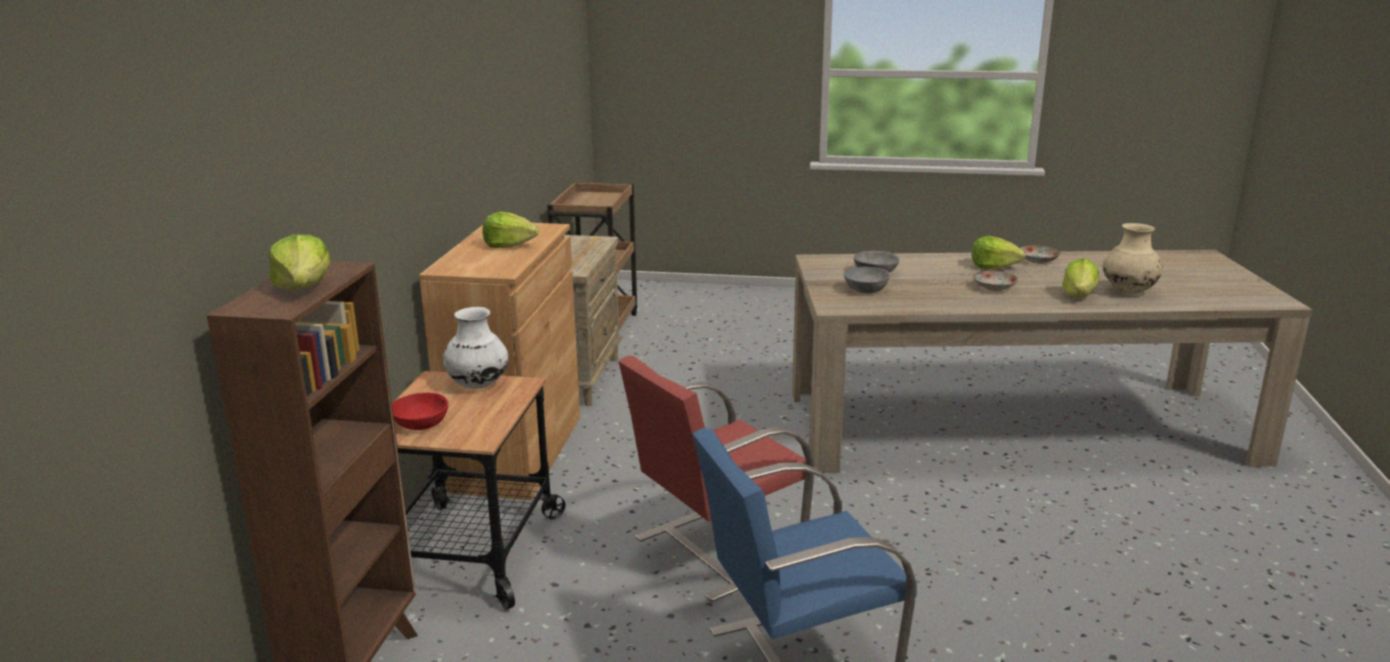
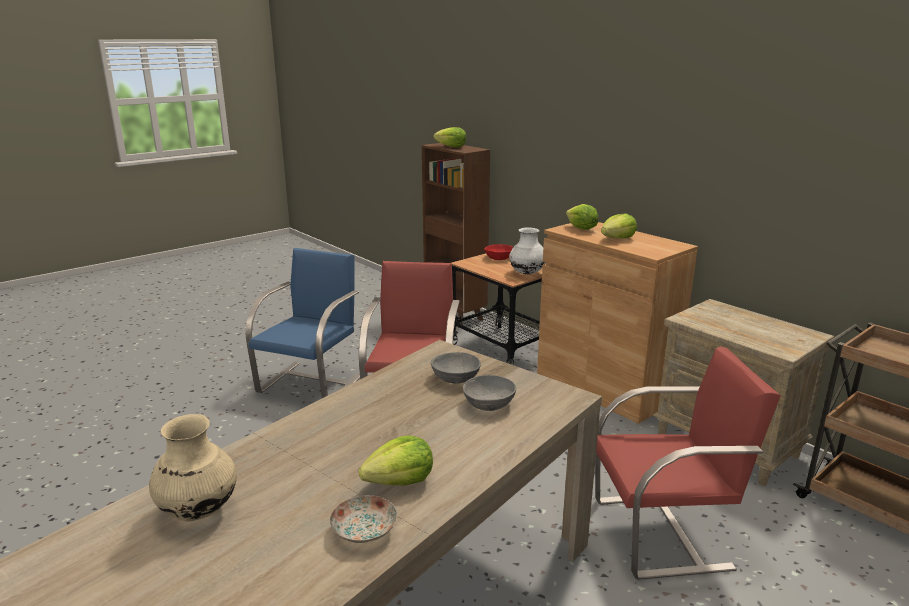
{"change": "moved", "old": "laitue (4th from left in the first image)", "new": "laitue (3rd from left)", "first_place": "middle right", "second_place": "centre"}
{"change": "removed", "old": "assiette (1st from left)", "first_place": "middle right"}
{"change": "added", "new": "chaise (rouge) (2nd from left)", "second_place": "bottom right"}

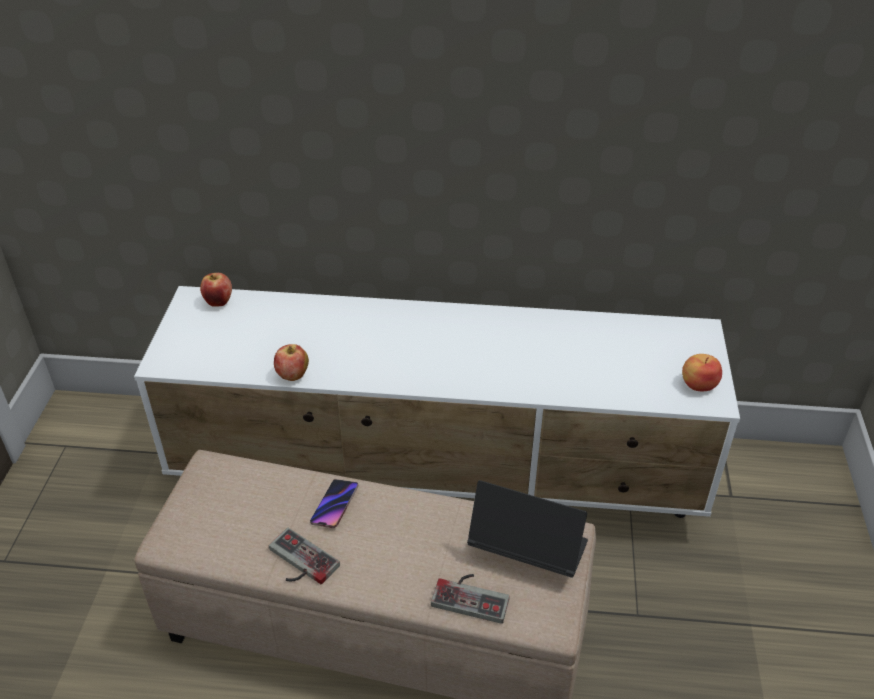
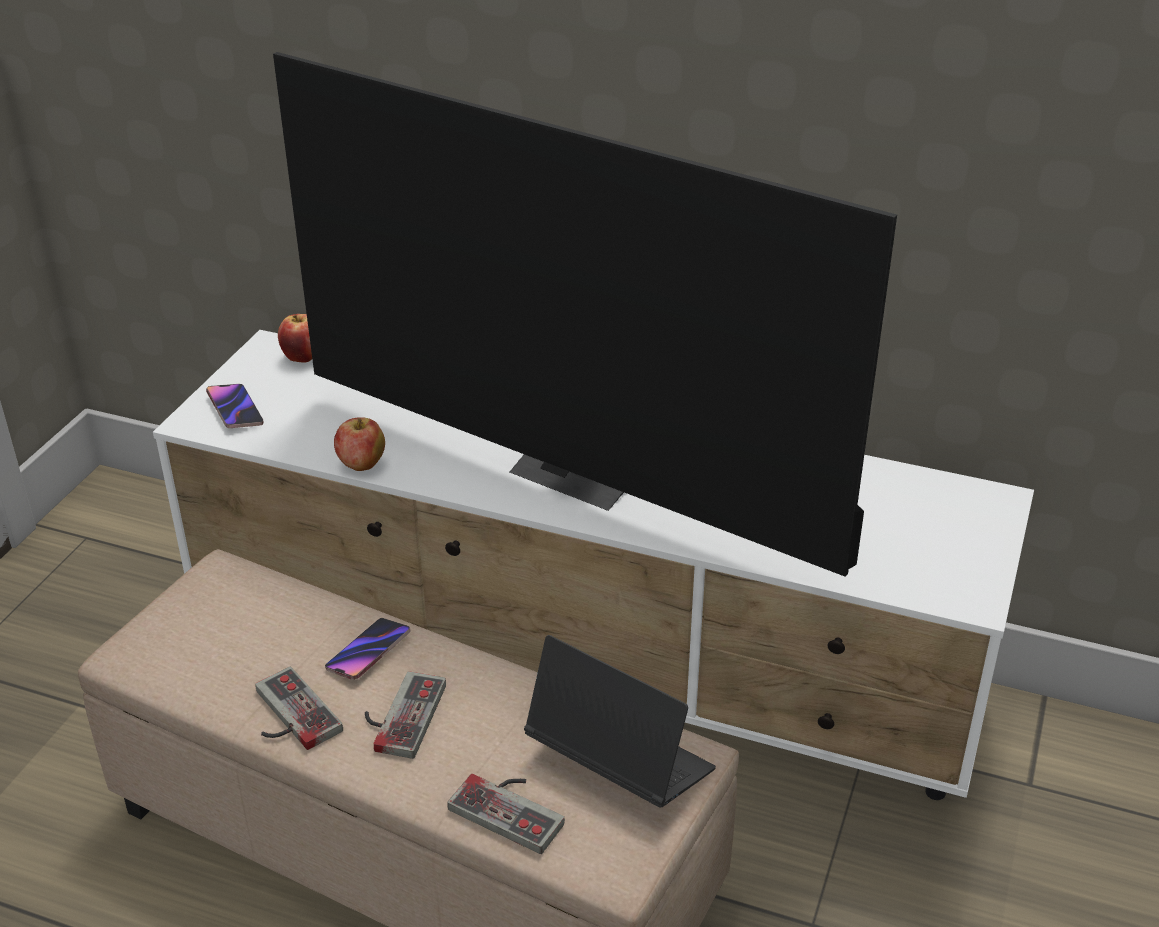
{"change": "removed", "old": "pomme (3rd from left)", "first_place": "middle right"}
{"change": "added", "new": "téléviseur", "second_place": "centre"}
{"change": "added", "new": "téléphone (1st from left)", "second_place": "middle left"}
{"change": "added", "new": "manette (2nd from left)", "second_place": "bottom centre"}

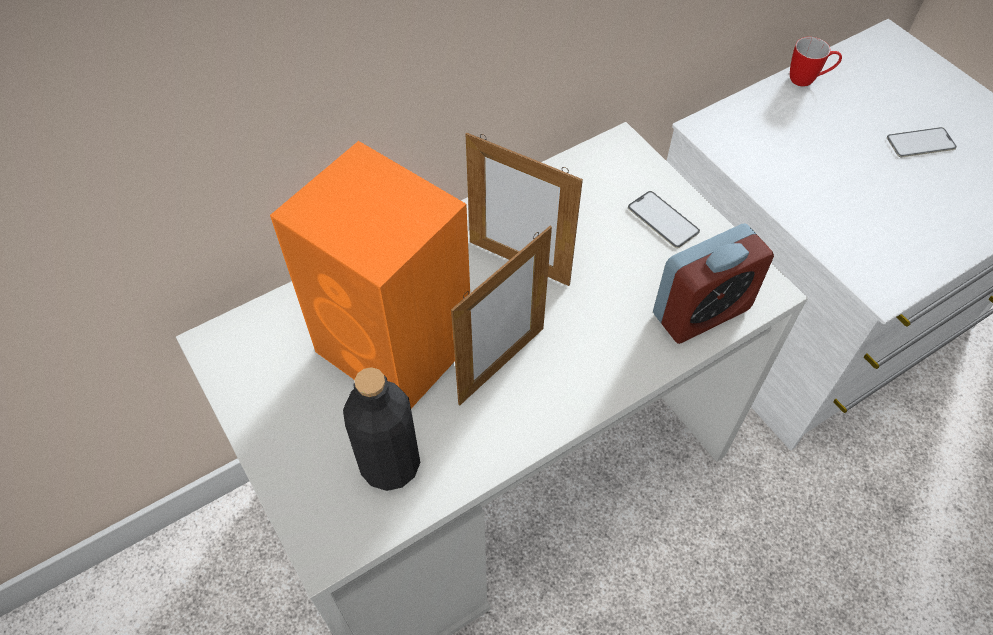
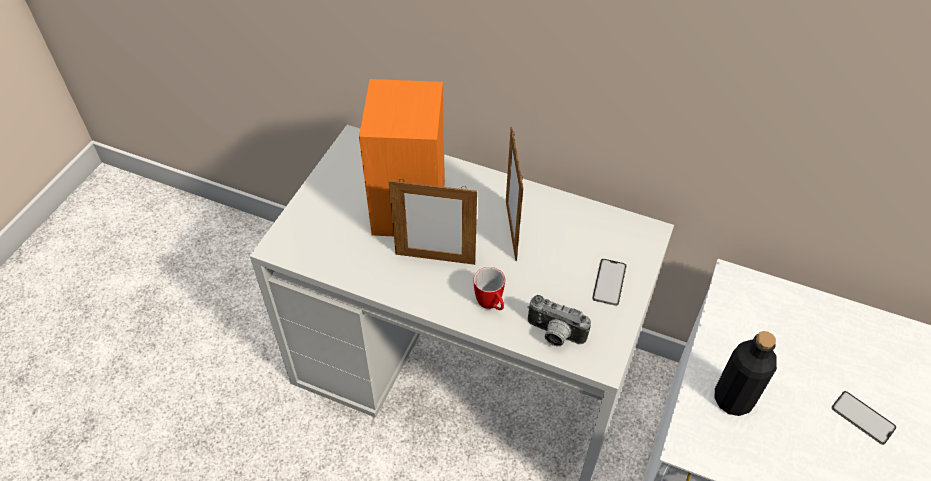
{"change": "moved", "old": "mug", "first_place": "top right", "second_place": "centre"}
{"change": "replaced", "old": "réveil", "new": "appareil photo", "first_place": "middle right", "second_place": "bottom centre"}
{"change": "moved", "old": "bouteille (noir)", "first_place": "bottom centre", "second_place": "bottom right"}

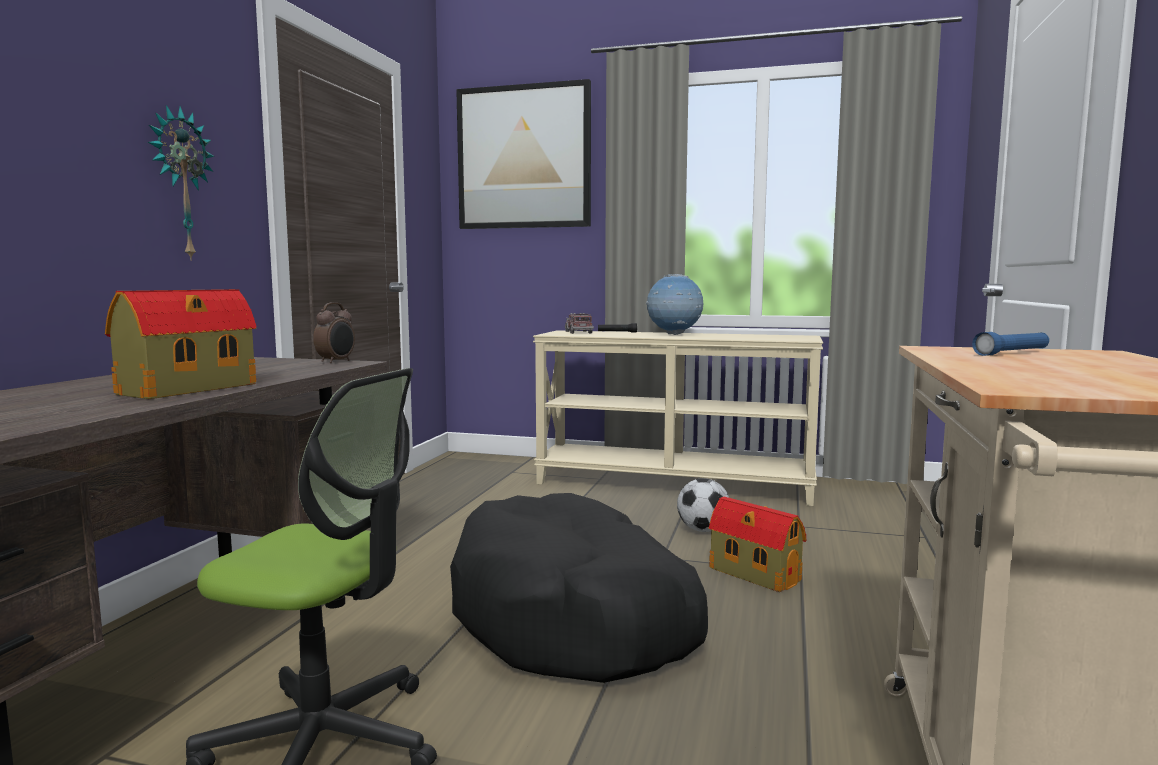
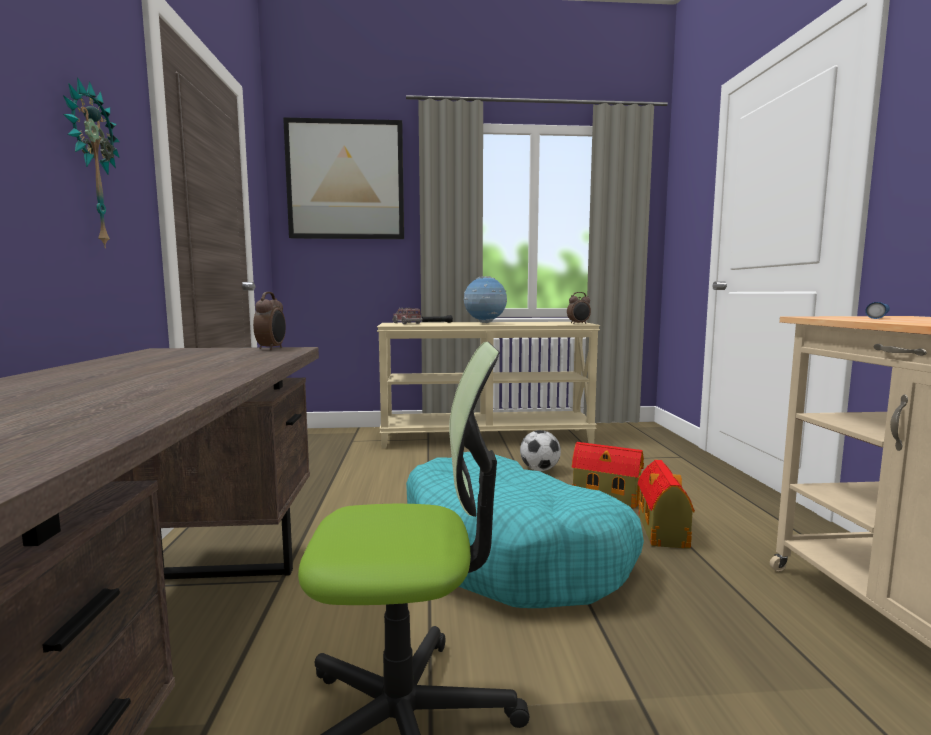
{"change": "moved", "old": "maison miniature (1st from left in the first image)", "new": "maison miniature (2nd from left)", "first_place": "middle left", "second_place": "bottom right"}
{"change": "recoloured", "old": "panier pour chien (noir)", "new": "panier pour chien (turquoise)", "first_place": "bottom centre", "second_place": "bottom centre"}
{"change": "added", "new": "réveil (2nd from left)", "second_place": "centre"}

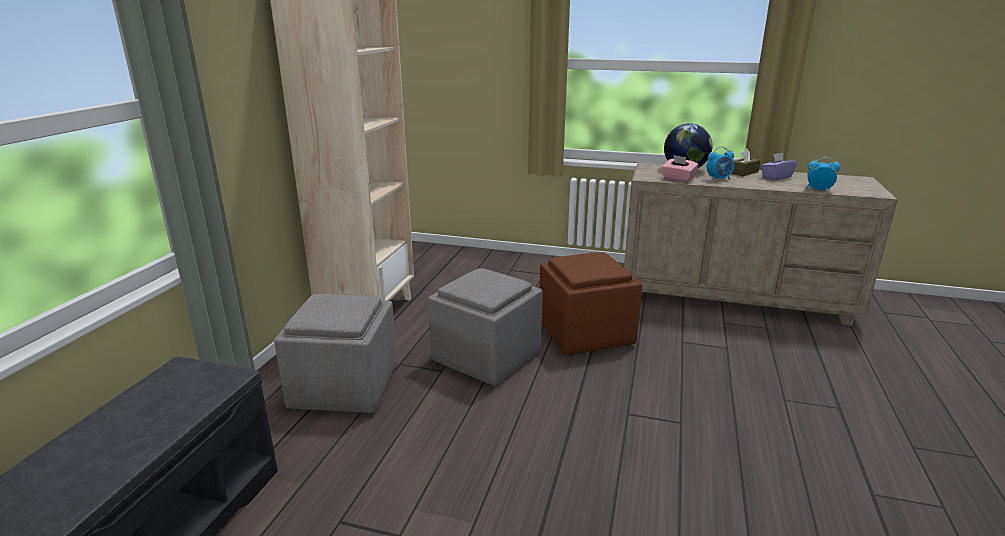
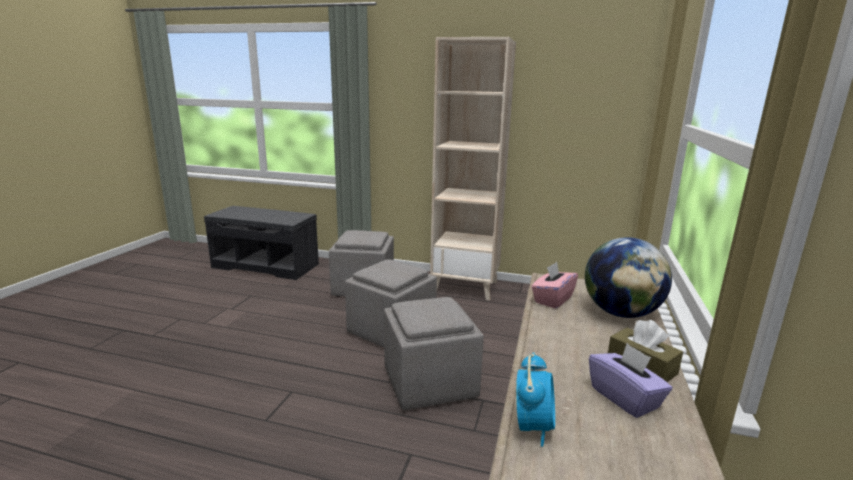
{"change": "removed", "old": "réveil (1st from left)", "first_place": "top right"}
{"change": "recoloured", "old": "pouf (marron)", "new": "pouf (gris) (3rd from left)", "first_place": "centre", "second_place": "bottom centre"}

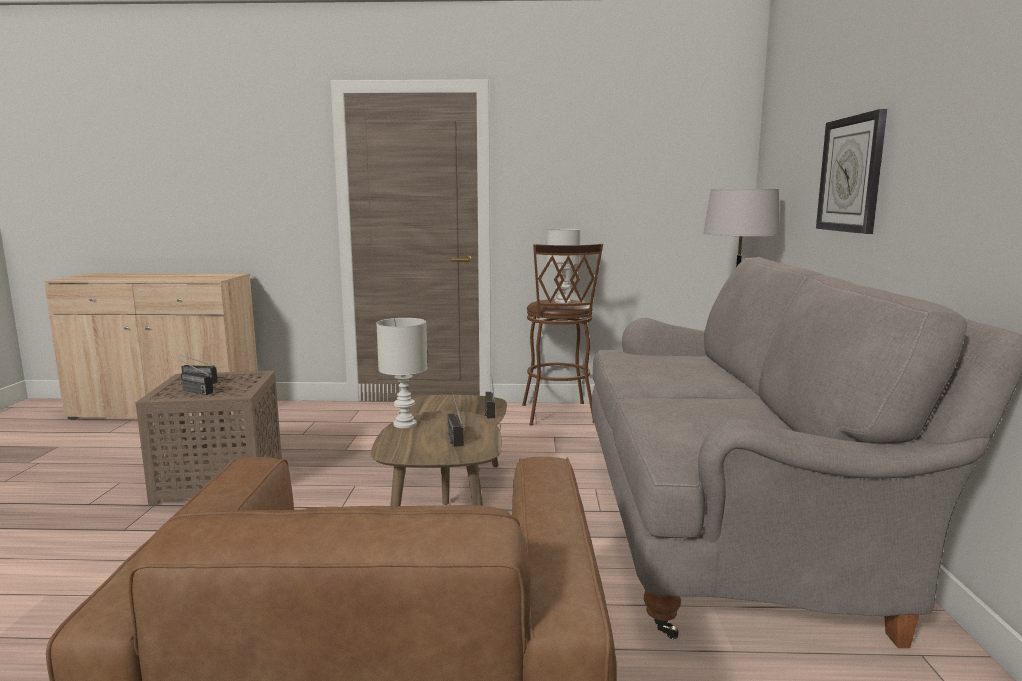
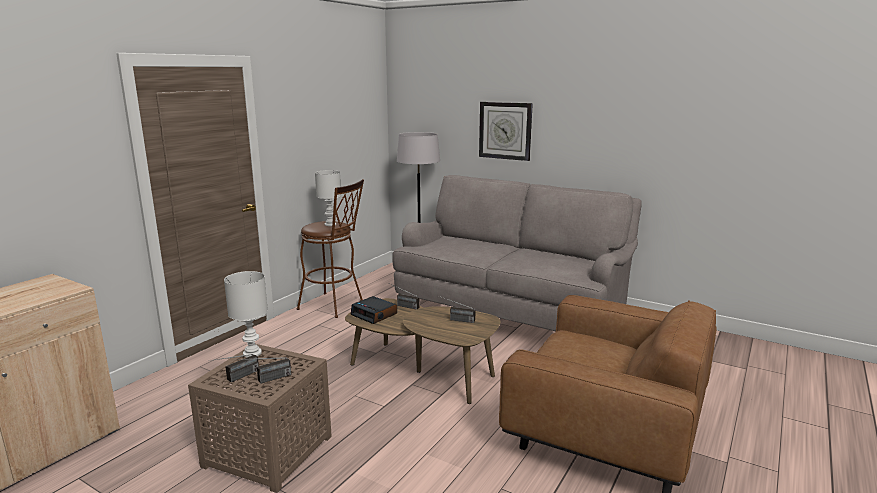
{"change": "moved", "old": "lampe de table (blanc) (1st from left)", "first_place": "centre", "second_place": "middle left"}
{"change": "added", "new": "réveil", "second_place": "centre"}

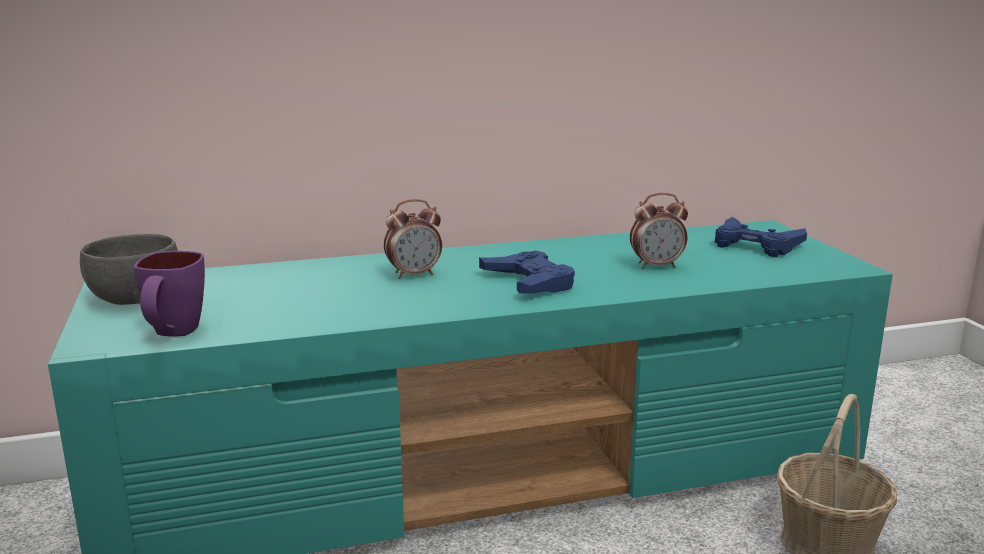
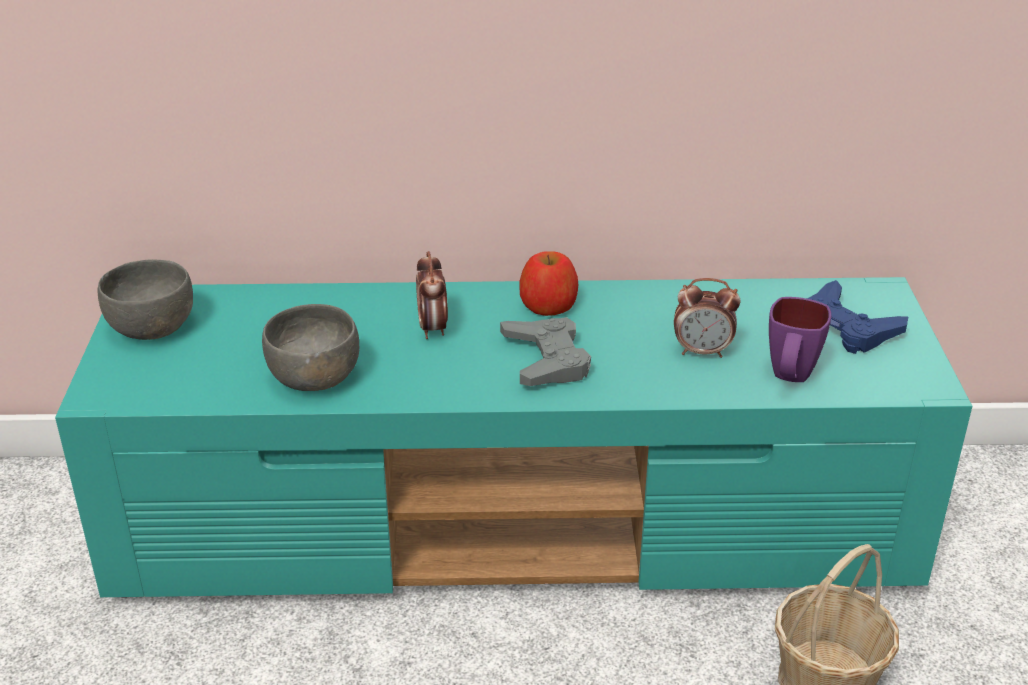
{"change": "turned", "old": "réveil (1st from left)", "first_place": "centre", "second_place": "centre", "degrees": 90}
{"change": "recoloured", "old": "manette (bleu) (1st from left)", "new": "manette (gris)", "first_place": "centre", "second_place": "centre"}
{"change": "moved", "old": "mug (violet)", "first_place": "middle left", "second_place": "middle right"}
{"change": "added", "new": "pomme", "second_place": "centre"}
{"change": "added", "new": "bol (gris) (2nd from left)", "second_place": "middle left"}

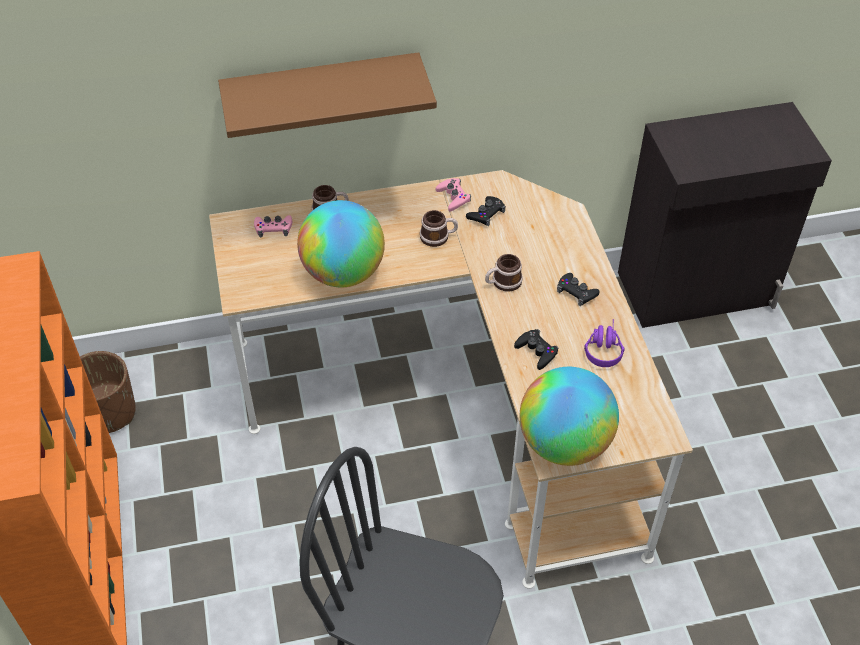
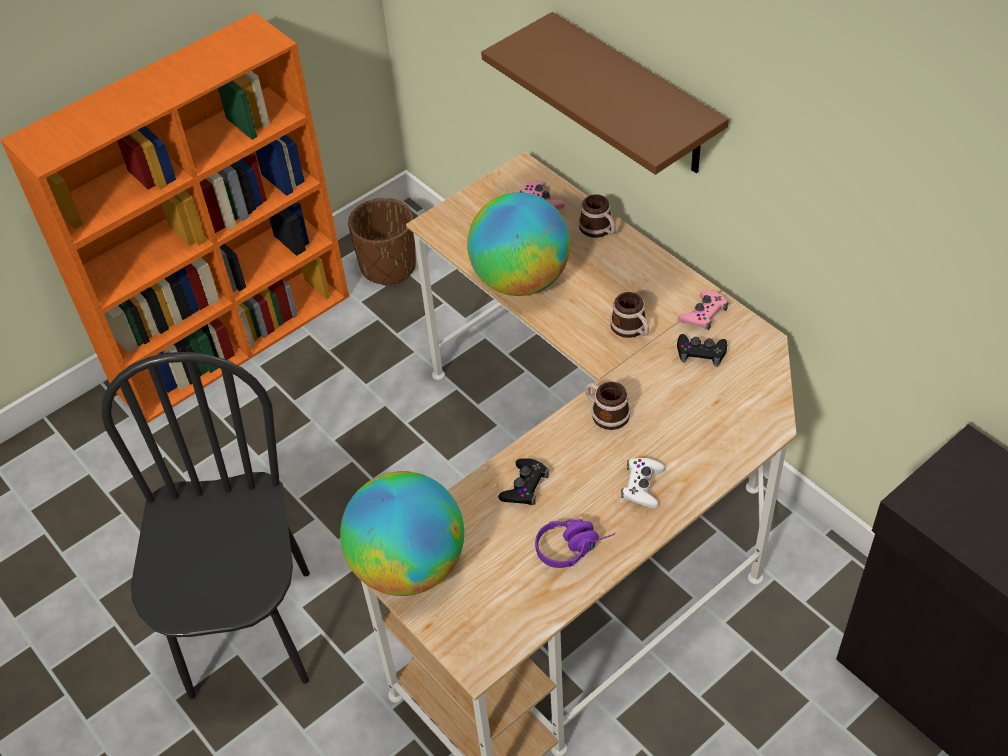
{"change": "recoloured", "old": "manette (noir) (3rd from left)", "new": "manette (blanc)", "first_place": "middle right", "second_place": "centre"}

